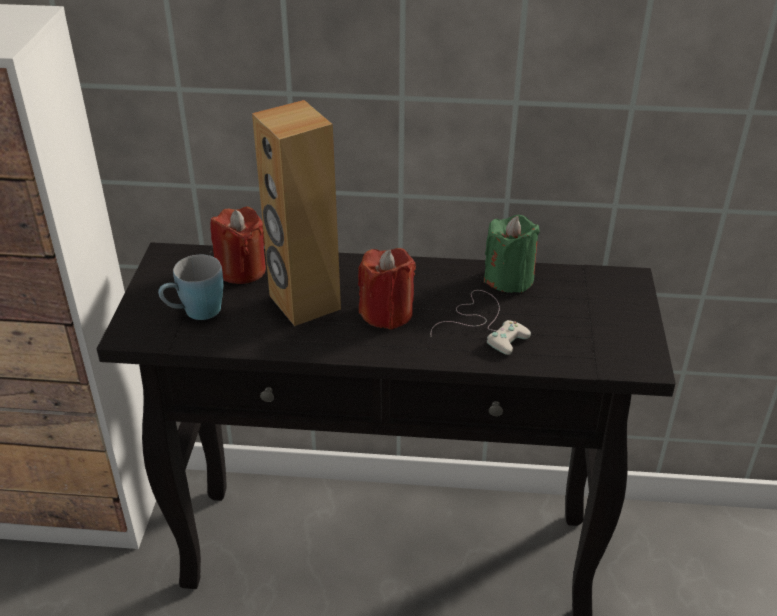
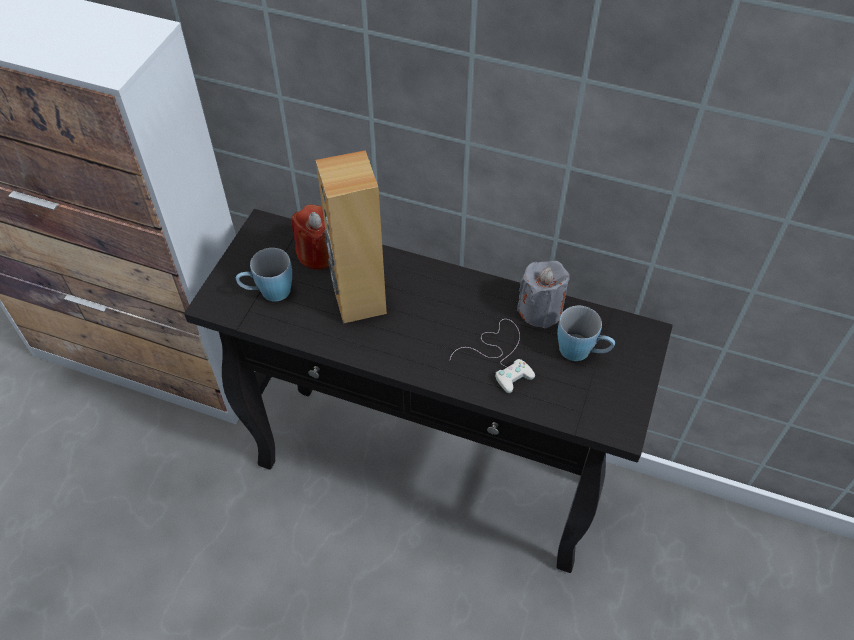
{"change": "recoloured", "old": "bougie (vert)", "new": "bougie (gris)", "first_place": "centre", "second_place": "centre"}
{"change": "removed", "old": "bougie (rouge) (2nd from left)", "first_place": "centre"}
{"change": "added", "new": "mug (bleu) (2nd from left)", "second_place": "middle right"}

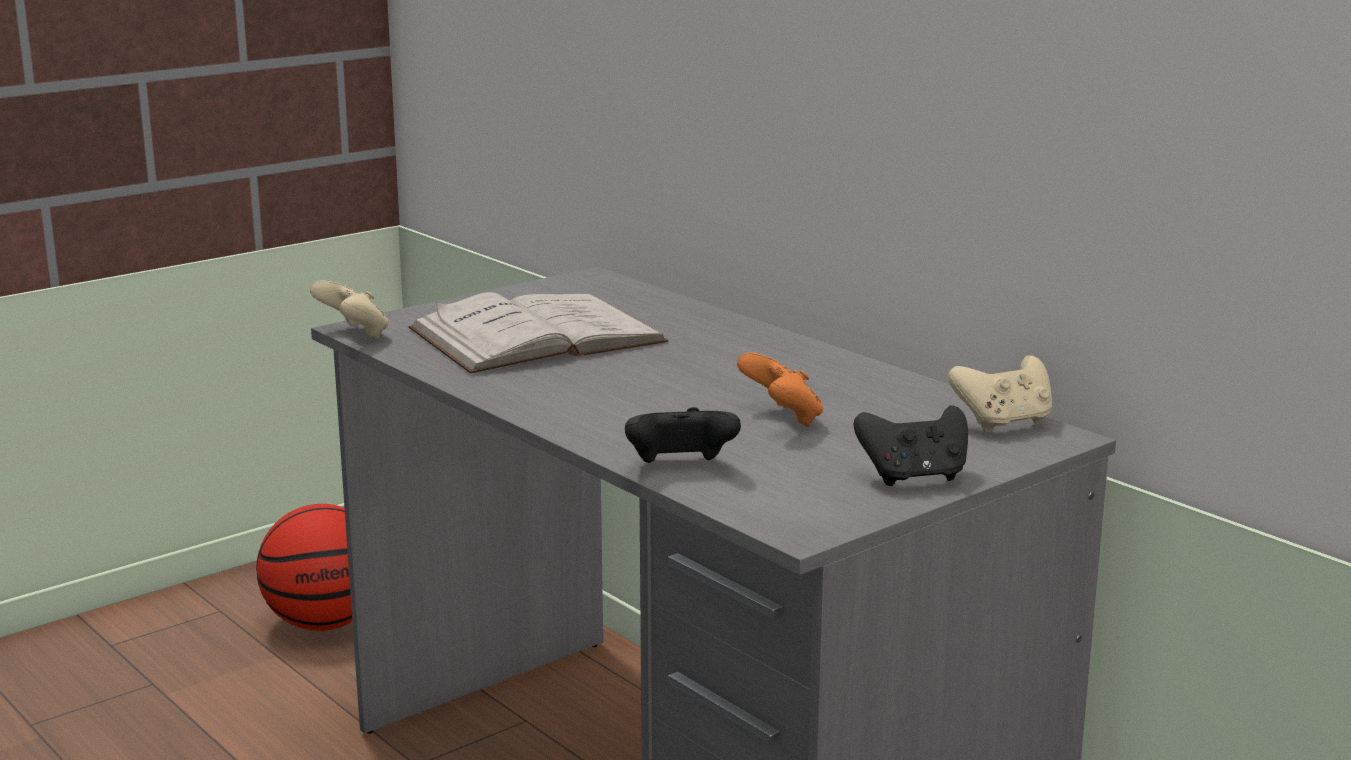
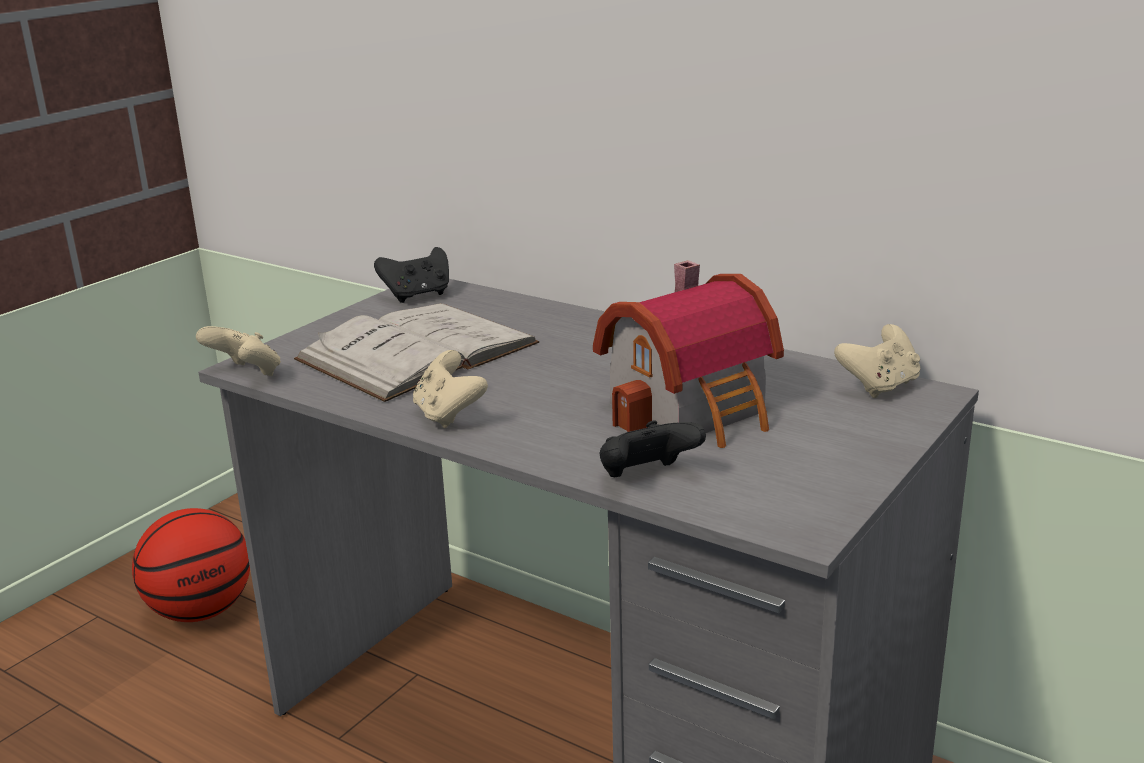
{"change": "replaced", "old": "manette (orange)", "new": "maison miniature", "first_place": "centre", "second_place": "centre"}
{"change": "moved", "old": "manette (noir) (2nd from left in the first image)", "new": "manette (noir) (1st from left)", "first_place": "middle right", "second_place": "centre"}
{"change": "added", "new": "manette (beige) (2nd from left)", "second_place": "centre"}

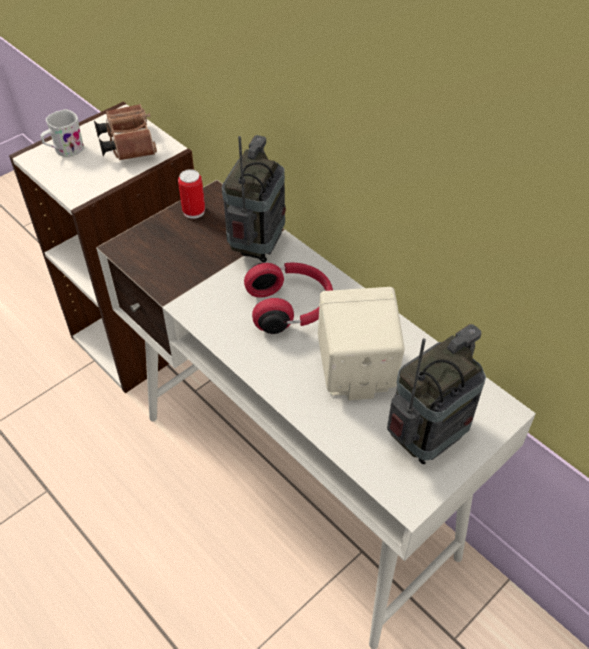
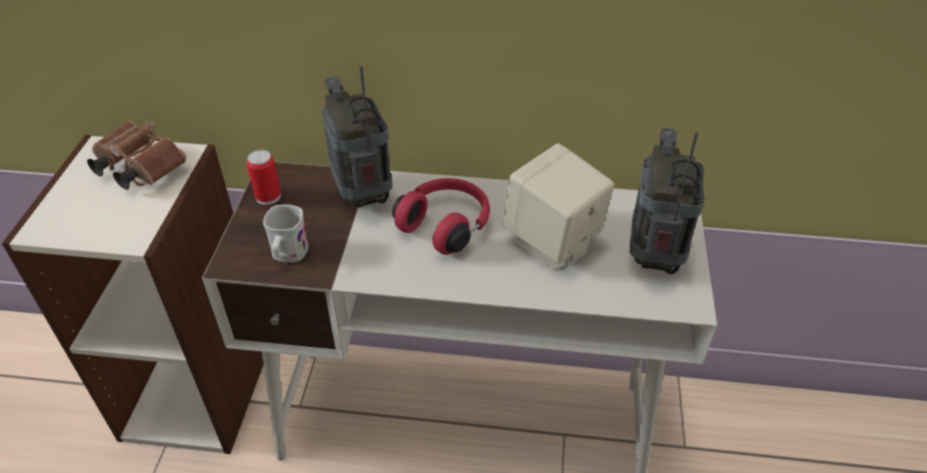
{"change": "moved", "old": "mug (blanc)", "first_place": "top left", "second_place": "middle left"}

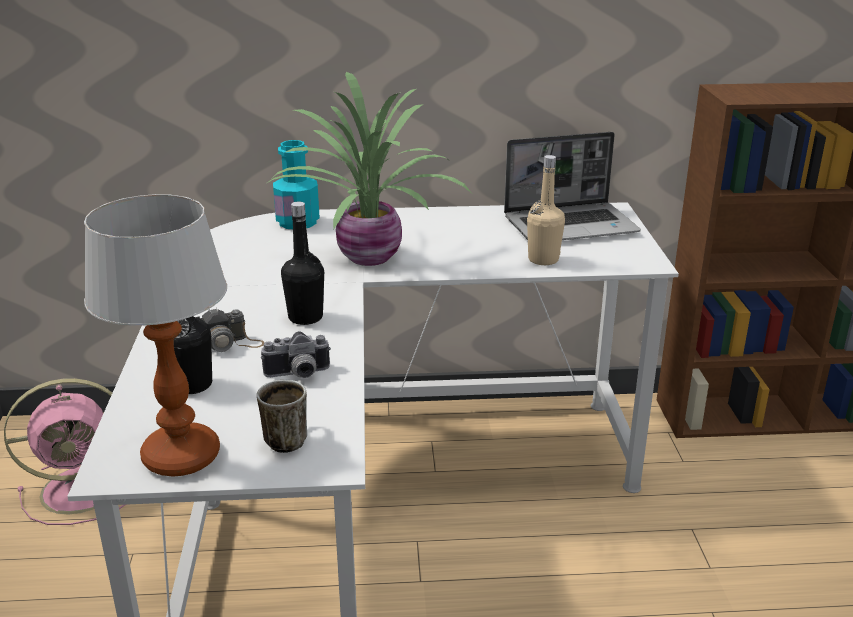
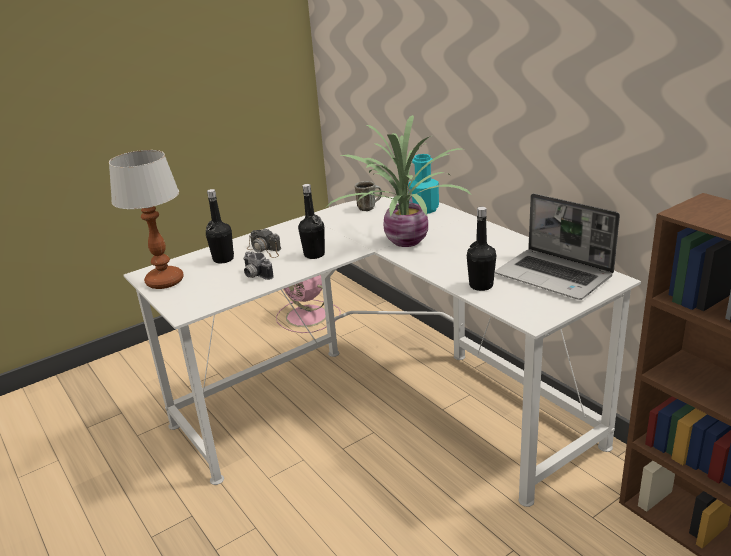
{"change": "recoloured", "old": "bouteille (beige)", "new": "bouteille (noir) (3rd from left)", "first_place": "centre", "second_place": "centre"}
{"change": "moved", "old": "mug", "first_place": "bottom left", "second_place": "centre"}

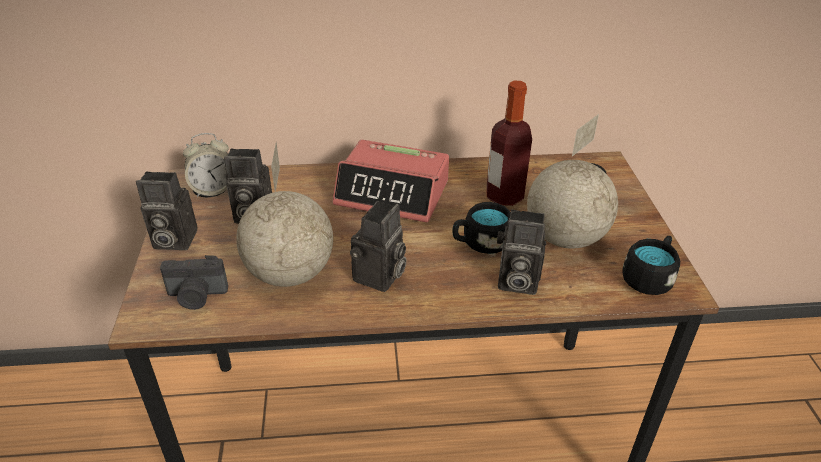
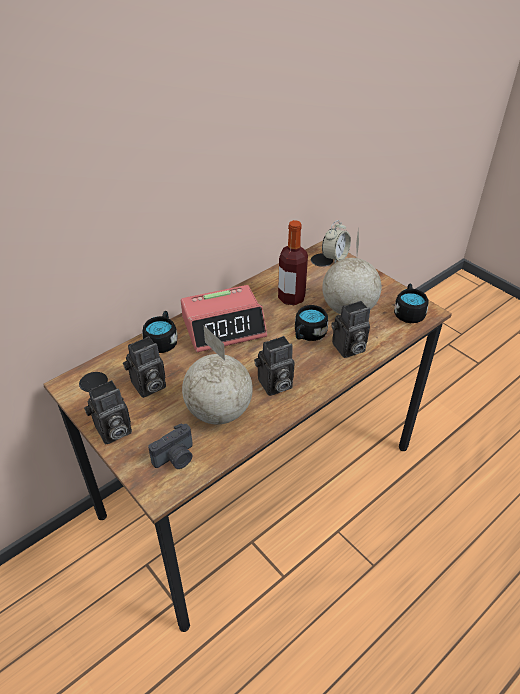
{"change": "moved", "old": "réveil (1st from left in the first image)", "new": "réveil (2nd from left)", "first_place": "middle left", "second_place": "centre"}
{"change": "turned", "old": "appareil photo (4th from left)", "first_place": "centre", "second_place": "centre", "degrees": 75}
{"change": "added", "new": "mug (noir) (1st from left)", "second_place": "middle left"}

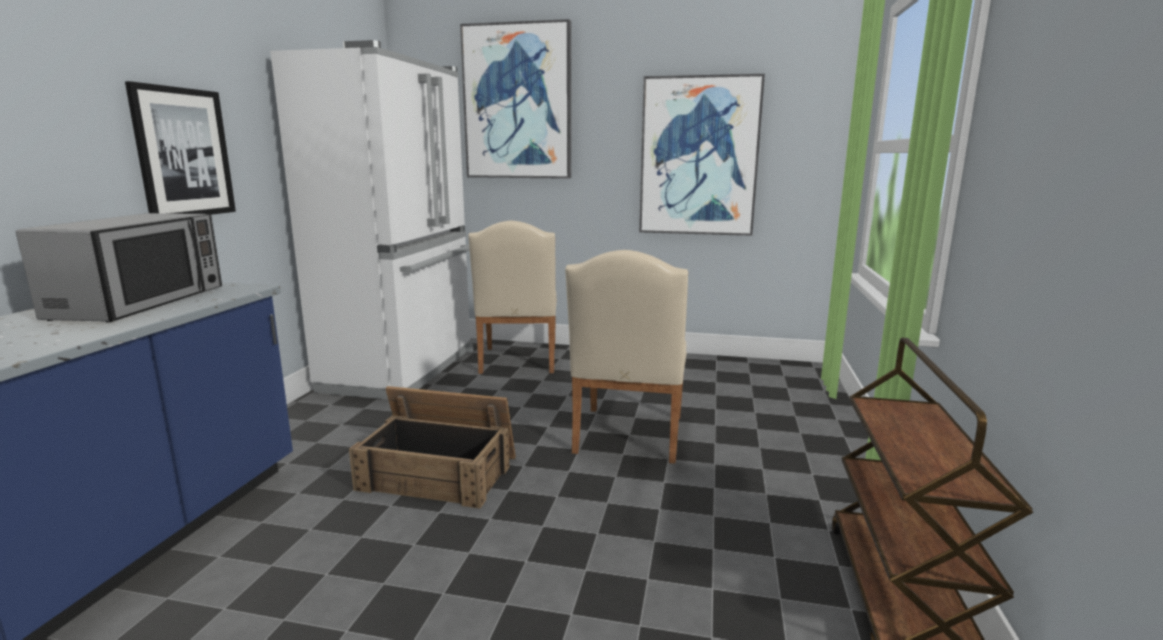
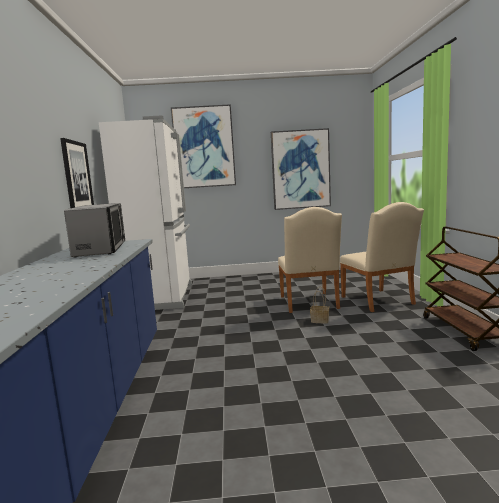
{"change": "moved", "old": "chaise (beige) (1st from left in the first image)", "new": "chaise (beige) (2nd from left)", "first_place": "centre", "second_place": "middle right"}
{"change": "removed", "old": "caisse", "first_place": "bottom centre"}
{"change": "added", "new": "panier", "second_place": "centre"}

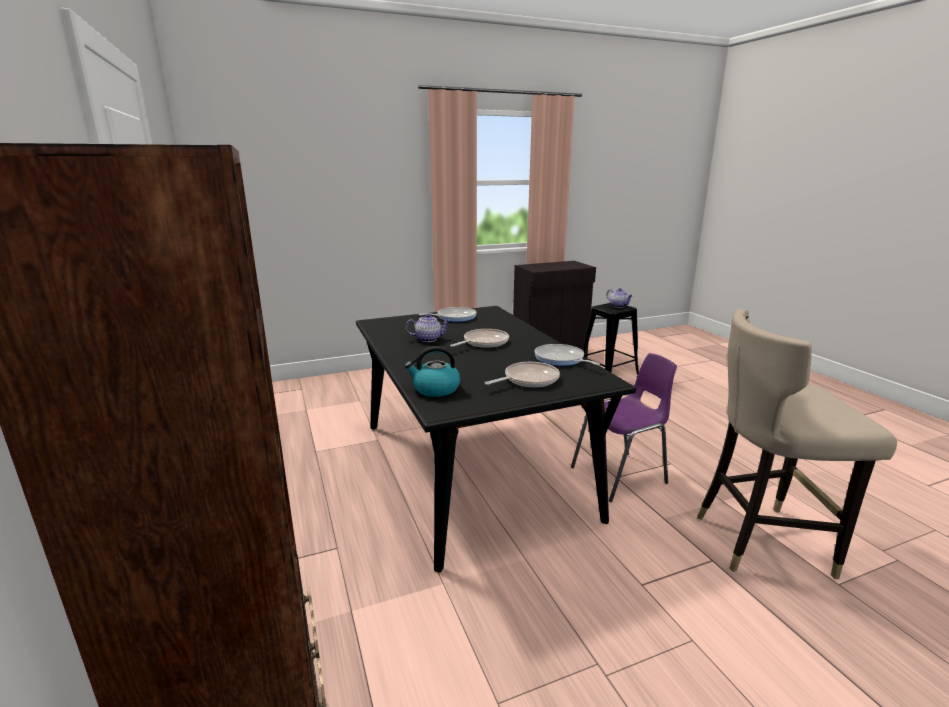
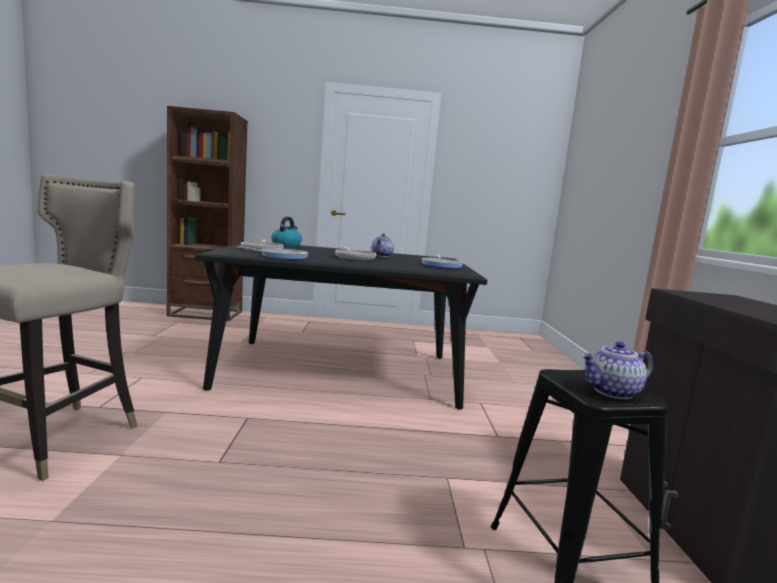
{"change": "removed", "old": "chaise (violet)", "first_place": "centre"}

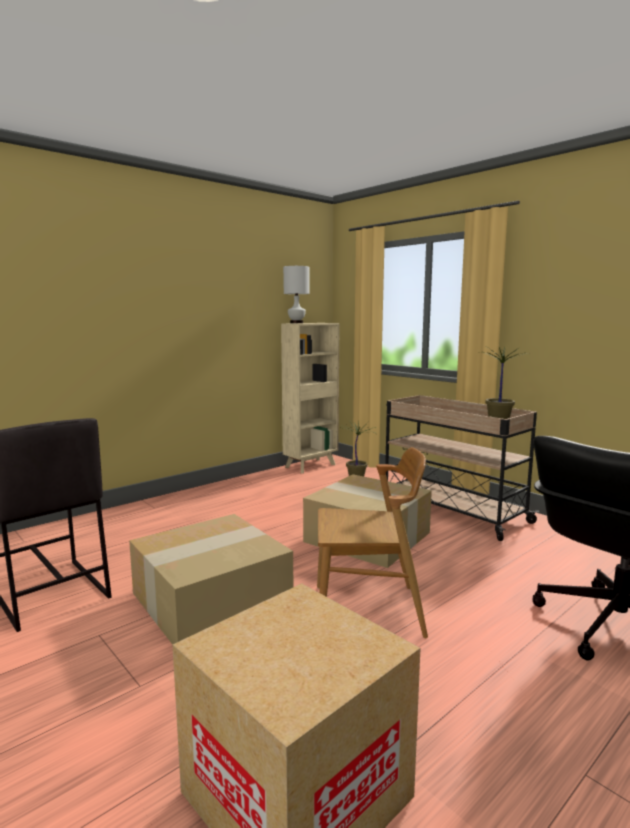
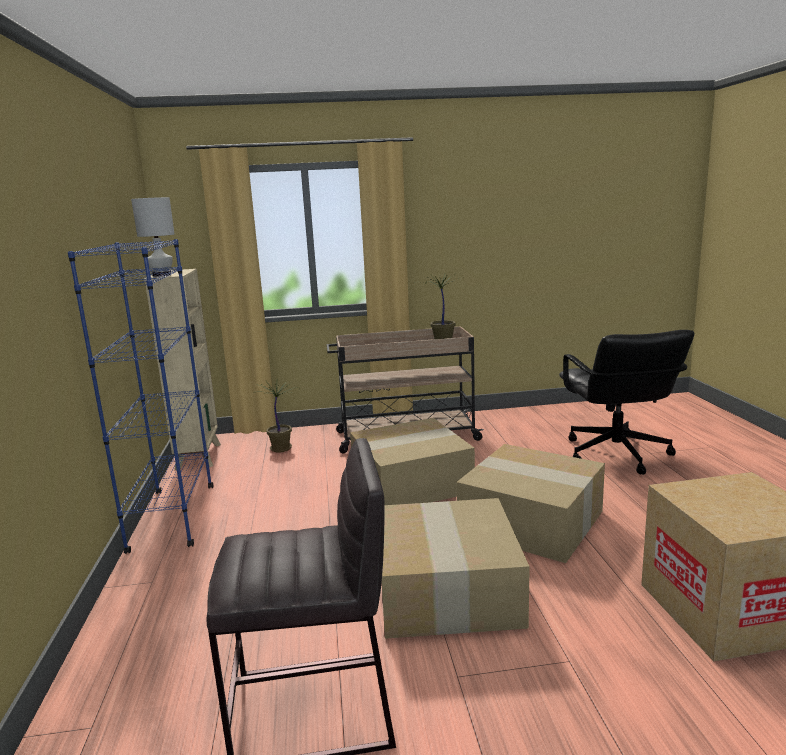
{"change": "replaced", "old": "chaise (marron)", "new": "carton (3rd from left)", "first_place": "centre", "second_place": "middle right"}
{"change": "added", "new": "bibliothèque (bleu)", "second_place": "middle left"}

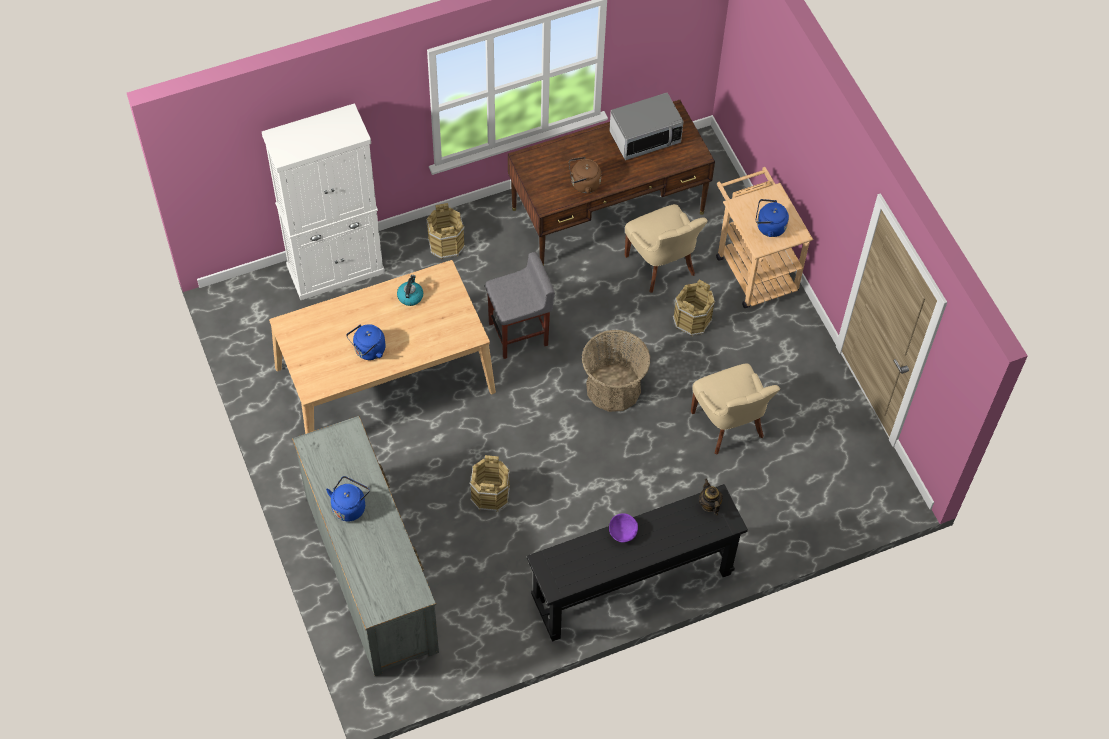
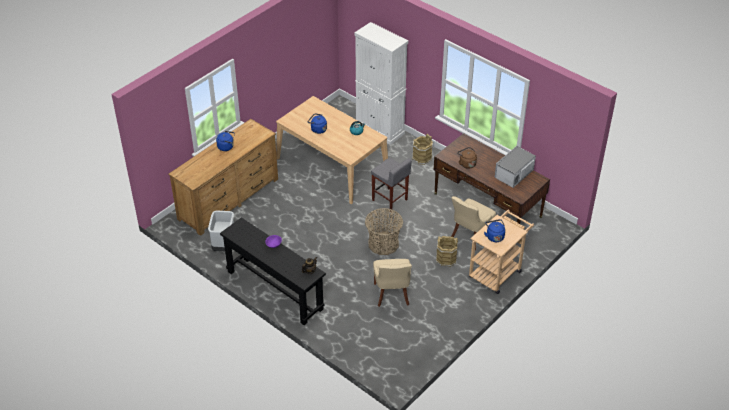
{"change": "turned", "old": "micro-ondes", "first_place": "top centre", "second_place": "middle right", "degrees": 90}
{"change": "turned", "old": "chaise (beige) (2nd from left in the first image)", "first_place": "centre", "second_place": "bottom centre", "degrees": -45}
{"change": "recoloured", "old": "commode (gris)", "new": "commode (marron)", "first_place": "bottom left", "second_place": "middle left"}
{"change": "removed", "old": "seau (marron) (2nd from left)", "first_place": "centre"}
{"change": "added", "new": "poubelle (gris)", "second_place": "middle left"}

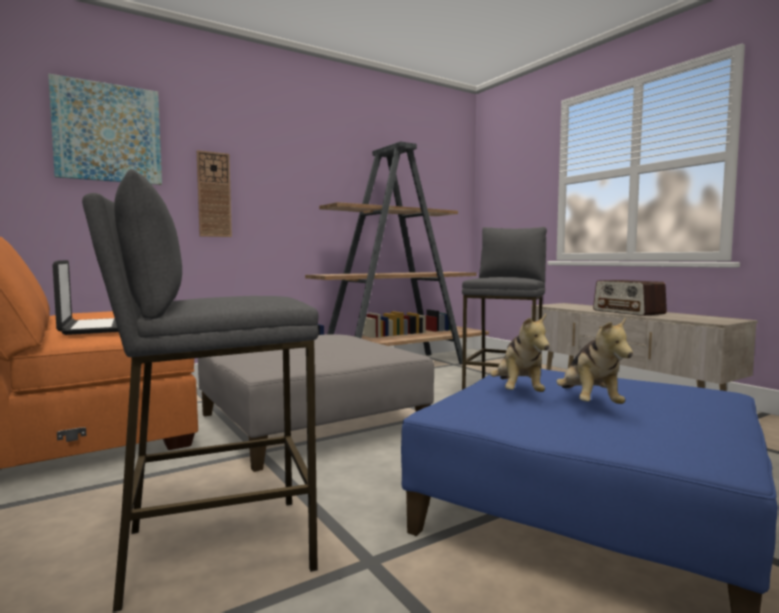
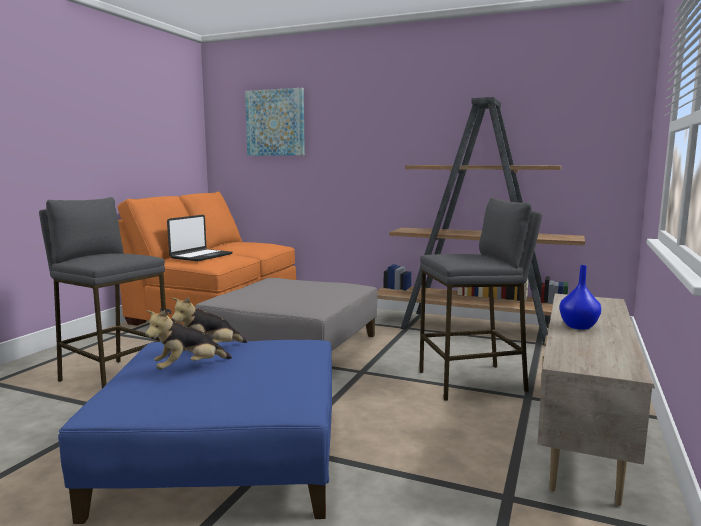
{"change": "removed", "old": "horloge murale", "first_place": "top left"}
{"change": "replaced", "old": "radio", "new": "vase (bleu)", "first_place": "middle right", "second_place": "middle right"}

